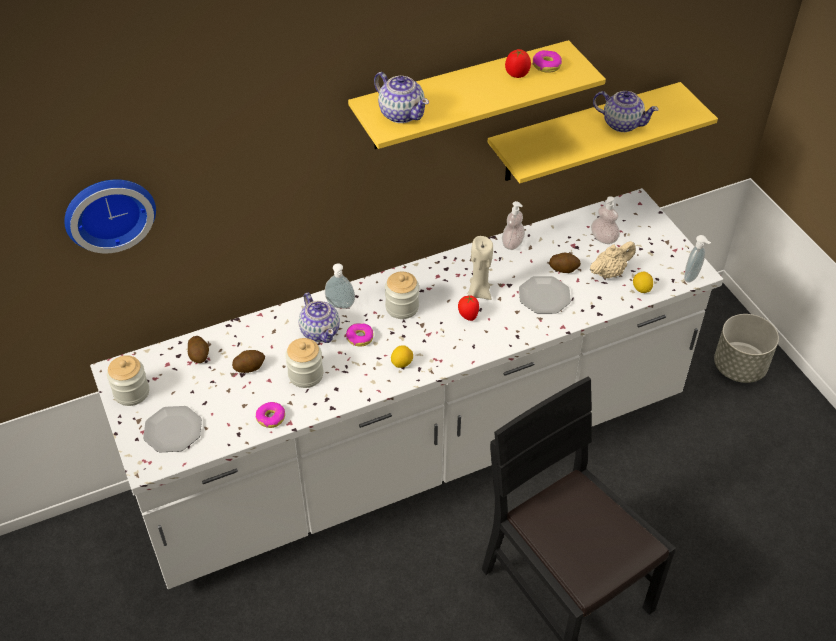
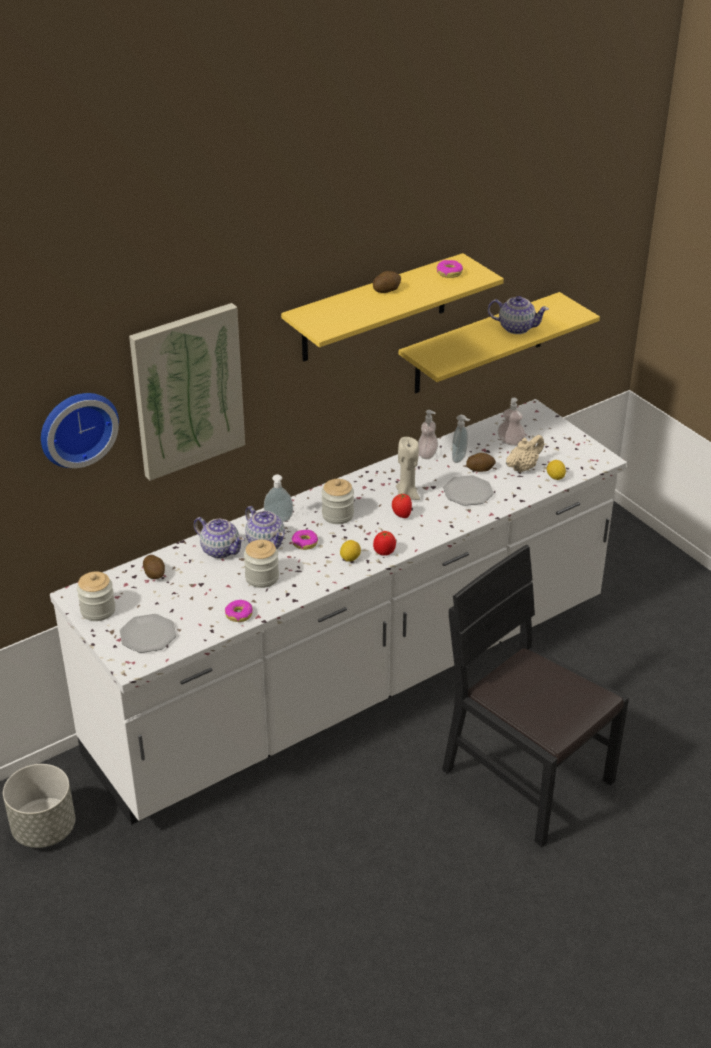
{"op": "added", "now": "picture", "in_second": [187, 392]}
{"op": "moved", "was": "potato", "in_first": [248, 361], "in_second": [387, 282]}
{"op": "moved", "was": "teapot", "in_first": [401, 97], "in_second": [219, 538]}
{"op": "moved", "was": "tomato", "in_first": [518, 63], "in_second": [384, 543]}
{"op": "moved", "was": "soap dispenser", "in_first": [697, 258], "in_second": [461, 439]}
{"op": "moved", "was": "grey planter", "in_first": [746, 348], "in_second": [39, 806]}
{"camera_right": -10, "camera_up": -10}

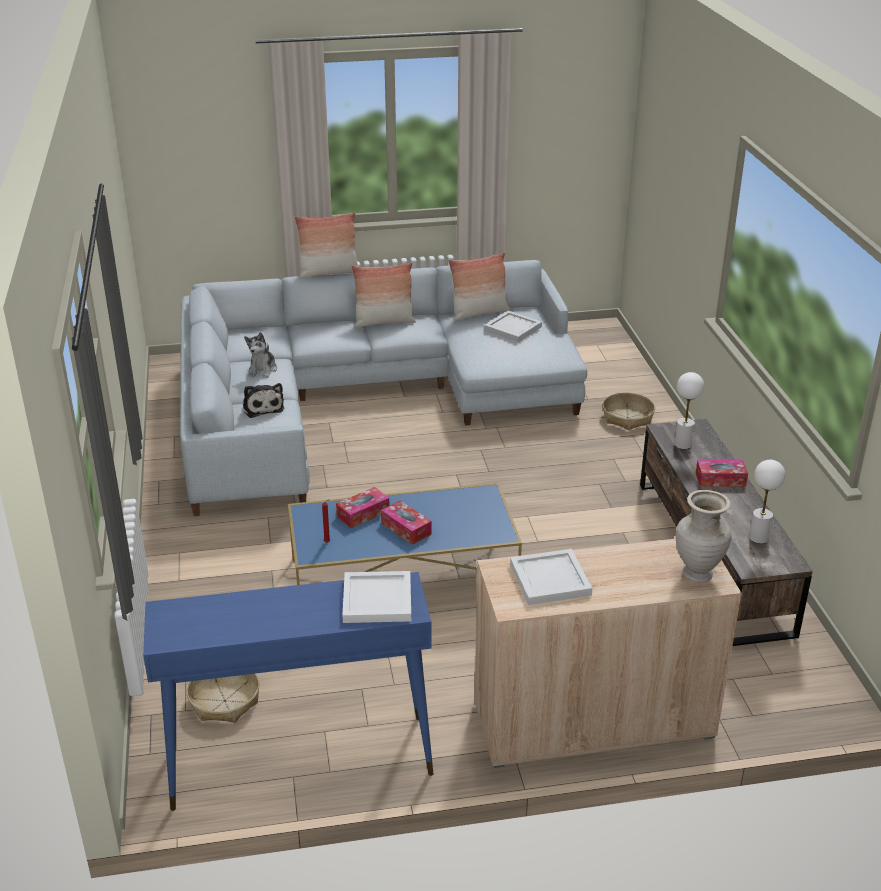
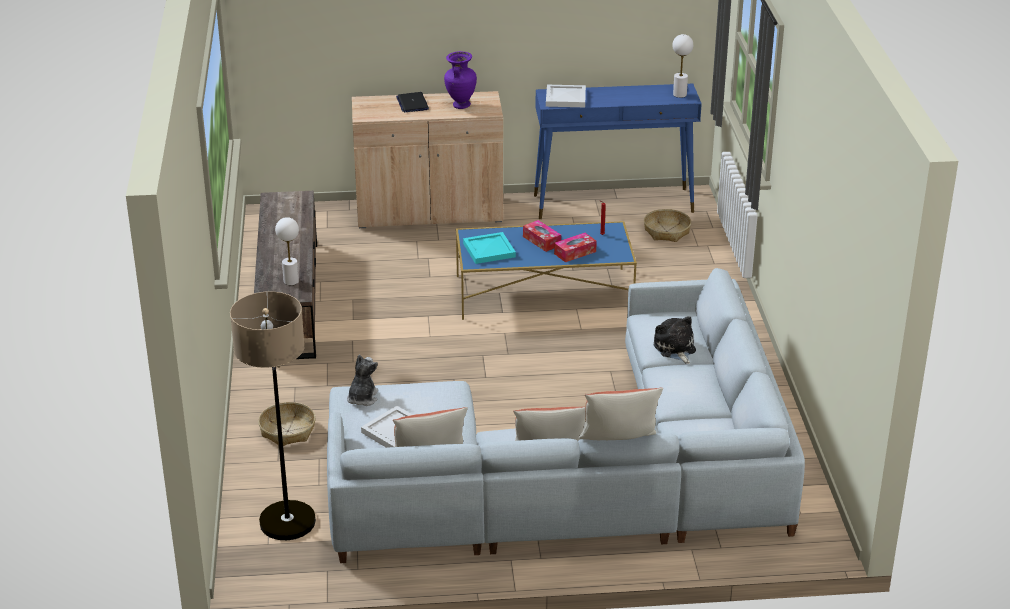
{"op": "removed", "was": "beige vase", "in_first": [704, 536]}
{"op": "removed", "was": "tissue box", "in_first": [722, 473]}
{"op": "added", "now": "floor lamp", "in_second": [273, 416]}
{"op": "added", "now": "laptop", "in_second": [412, 102]}
{"op": "added", "now": "turquoise tray", "in_second": [489, 248]}
{"op": "moved", "was": "plush toy", "in_first": [260, 355], "in_second": [362, 380]}
{"op": "moved", "was": "white table lamp", "in_first": [767, 502], "in_second": [682, 66]}
{"op": "replaced", "was": "white tray", "now": "purple vase", "in_first": [551, 577], "in_second": [460, 80]}
{"camera_right": -175, "camera_up": 0}

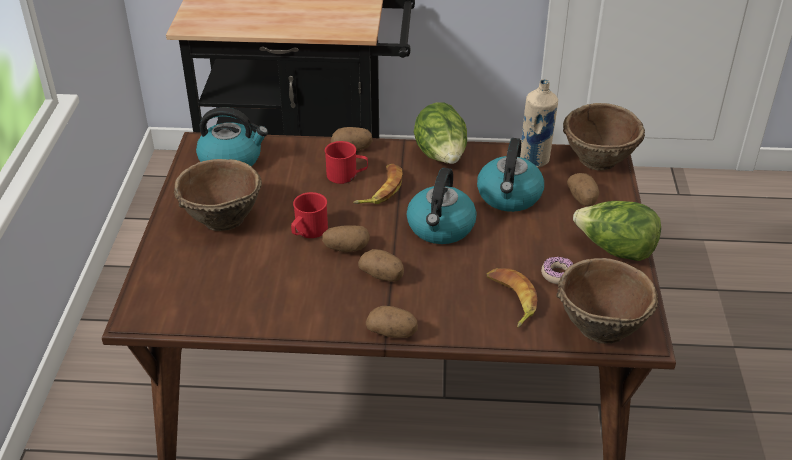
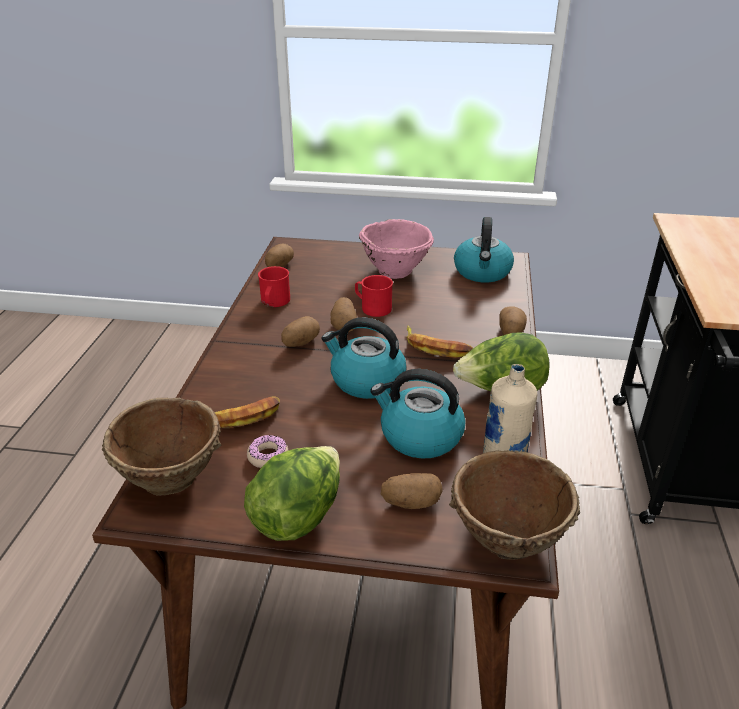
{"op": "moved", "was": "red mug", "in_first": [346, 162], "in_second": [274, 286]}
{"op": "moved", "was": "potato", "in_first": [392, 322], "in_second": [279, 255]}
{"op": "recoloured", "was": "brown bowl", "now": "pink bowl", "in_first": [218, 195], "in_second": [396, 249]}
{"camera_right": 95, "camera_up": -5}

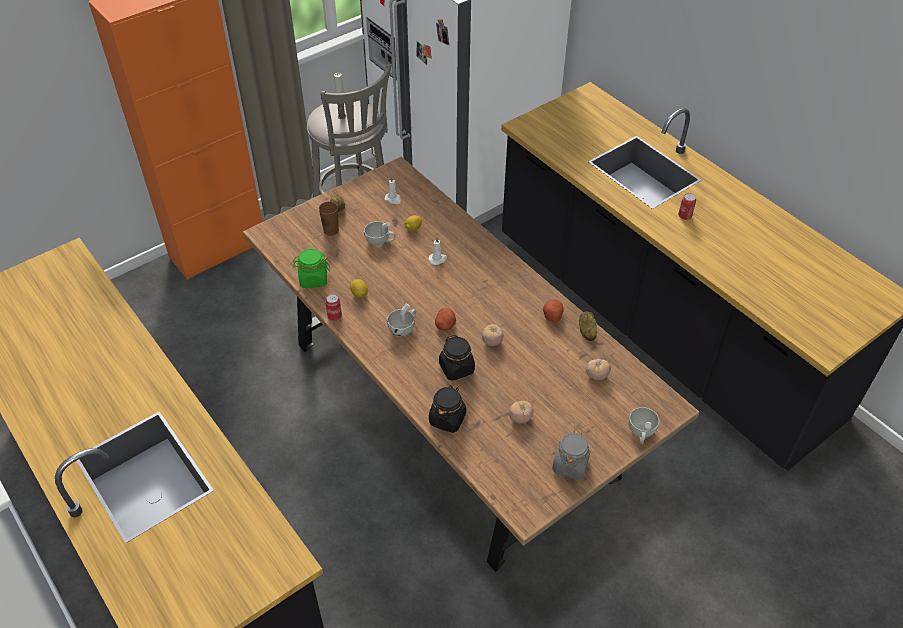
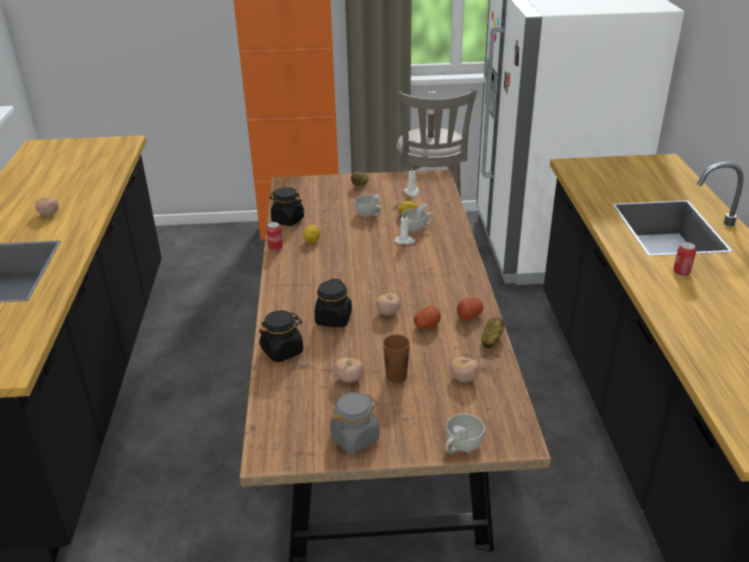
{"op": "added", "now": "tomato", "in_second": [47, 206]}
{"op": "moved", "was": "brown cup", "in_first": [329, 218], "in_second": [396, 358]}
{"op": "moved", "was": "white cup", "in_first": [401, 319], "in_second": [417, 217]}
{"op": "moved", "was": "potato", "in_first": [445, 319], "in_second": [427, 317]}
{"op": "recoloured", "was": "green jar", "now": "black jar", "in_first": [311, 268], "in_second": [287, 206]}
{"camera_right": 35, "camera_up": -15}

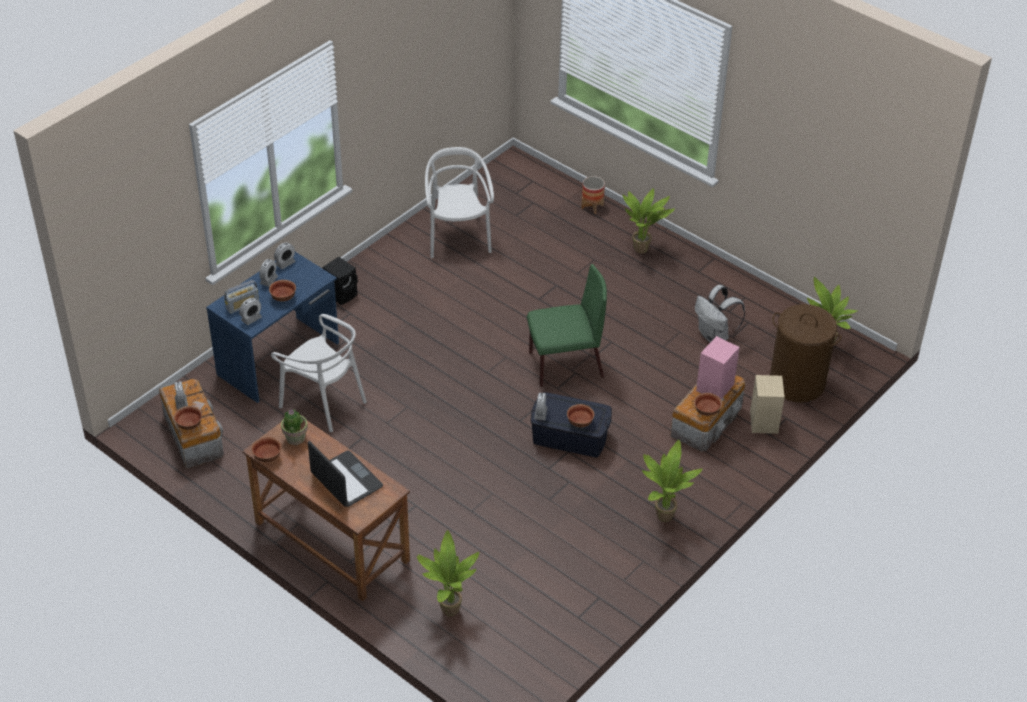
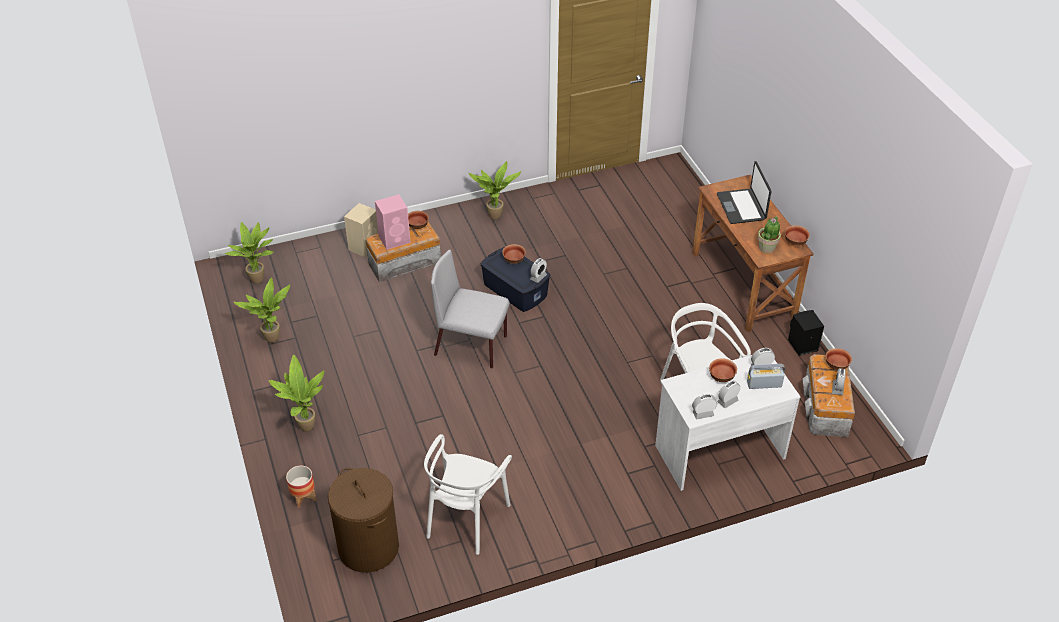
{"op": "removed", "was": "white backpack", "in_first": [720, 313]}
{"op": "moved", "was": "black speaker", "in_first": [340, 281], "in_second": [806, 333]}
{"op": "moved", "was": "potted plant", "in_first": [448, 573], "in_second": [262, 310]}
{"op": "moved", "was": "brown laundry basket", "in_first": [806, 353], "in_second": [363, 520]}
{"op": "recoloured", "was": "blue desk", "now": "white desk", "in_first": [272, 327], "in_second": [727, 423]}
{"op": "recoloured", "was": "green chair", "now": "grey chair", "in_first": [567, 325], "in_second": [470, 309]}
{"camera_right": -150, "camera_up": 0}

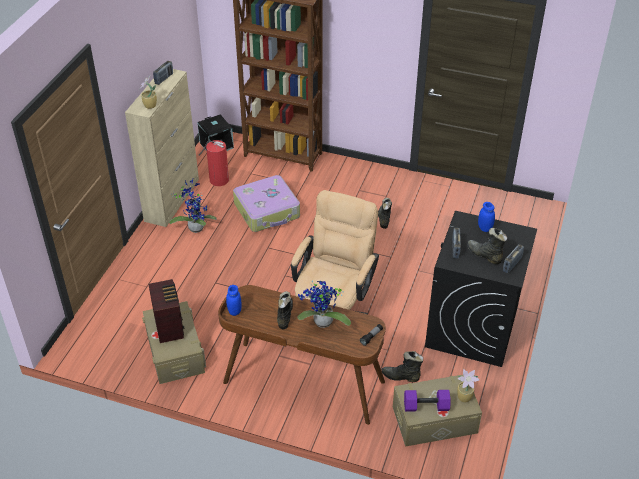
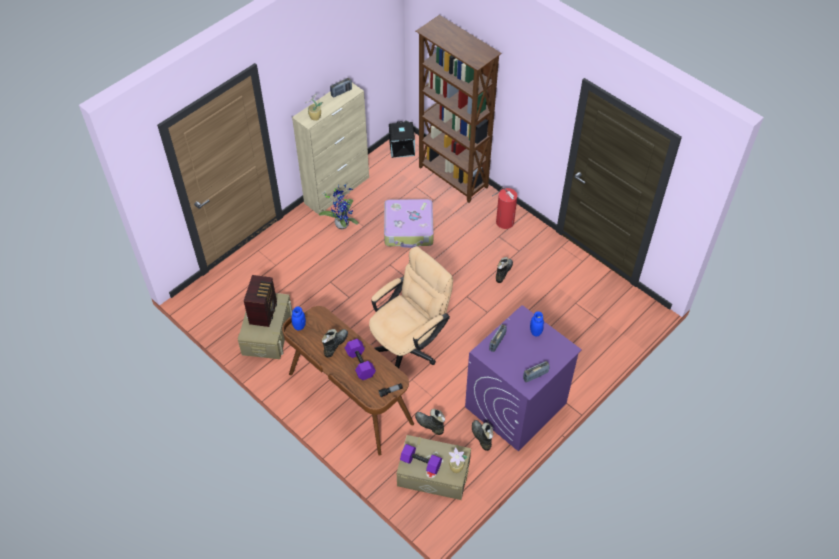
{"op": "moved", "was": "fire extinguisher", "in_first": [214, 163], "in_second": [504, 208]}
{"op": "moved", "was": "black boot", "in_first": [487, 246], "in_second": [482, 435]}
{"op": "replaced", "was": "potted plant", "now": "purple dumbbell", "in_first": [324, 304], "in_second": [360, 359]}
{"op": "recoloured", "was": "black washing machine", "now": "purple washing machine", "in_first": [481, 289], "in_second": [523, 378]}
{"camera_right": 25, "camera_up": 10}

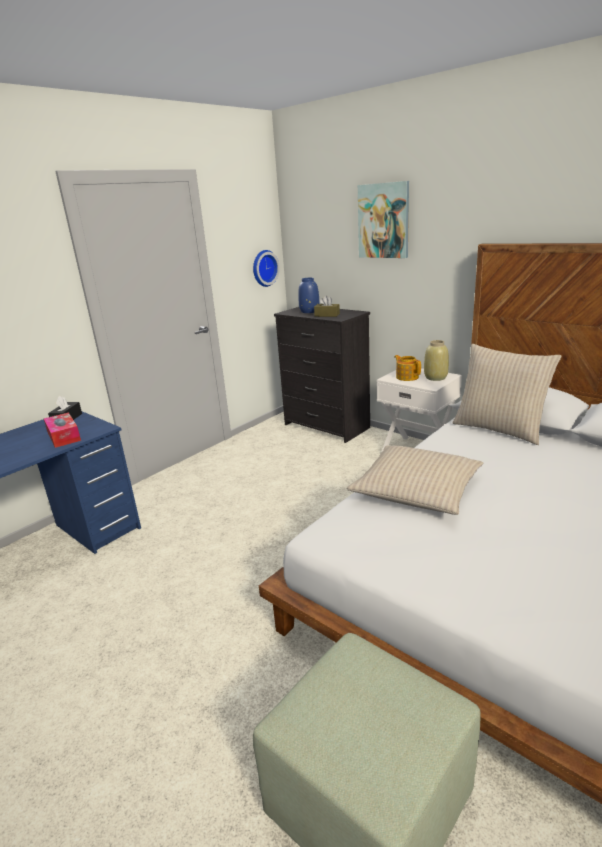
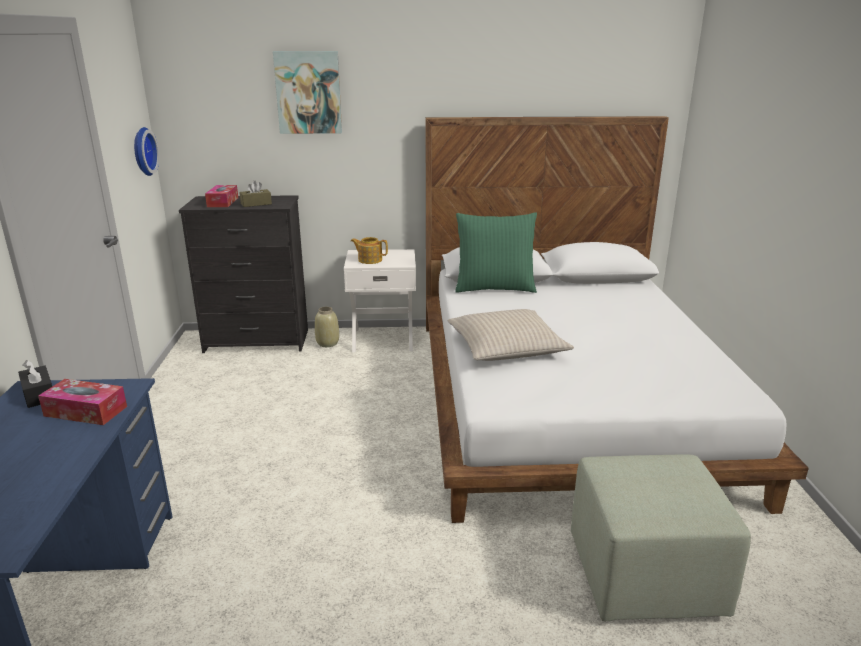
{"op": "moved", "was": "beige vase", "in_first": [436, 360], "in_second": [327, 327]}
{"op": "replaced", "was": "blue vase", "now": "tissue box", "in_first": [309, 295], "in_second": [221, 196]}
{"op": "recoloured", "was": "beige pillow", "now": "green pillow", "in_first": [507, 394], "in_second": [496, 252]}
{"camera_right": -45, "camera_up": 0}

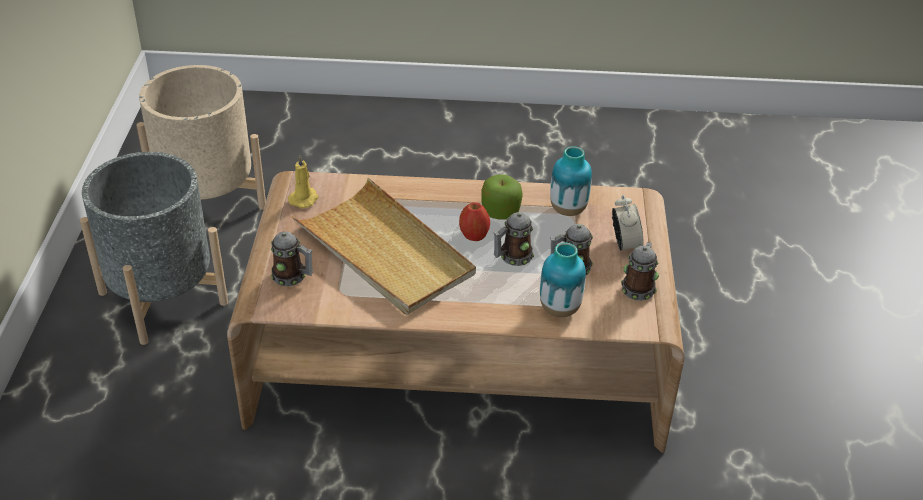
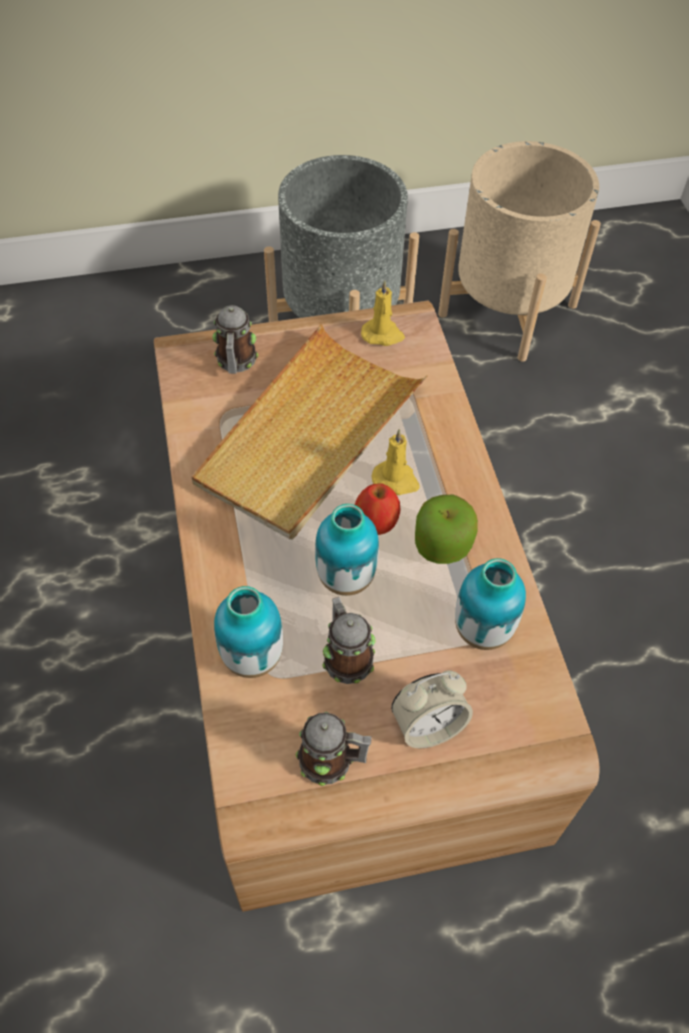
{"op": "added", "now": "yellow candle", "in_second": [396, 462]}
{"op": "replaced", "was": "mug", "now": "vase", "in_first": [514, 239], "in_second": [347, 550]}
{"camera_right": 75, "camera_up": 15}

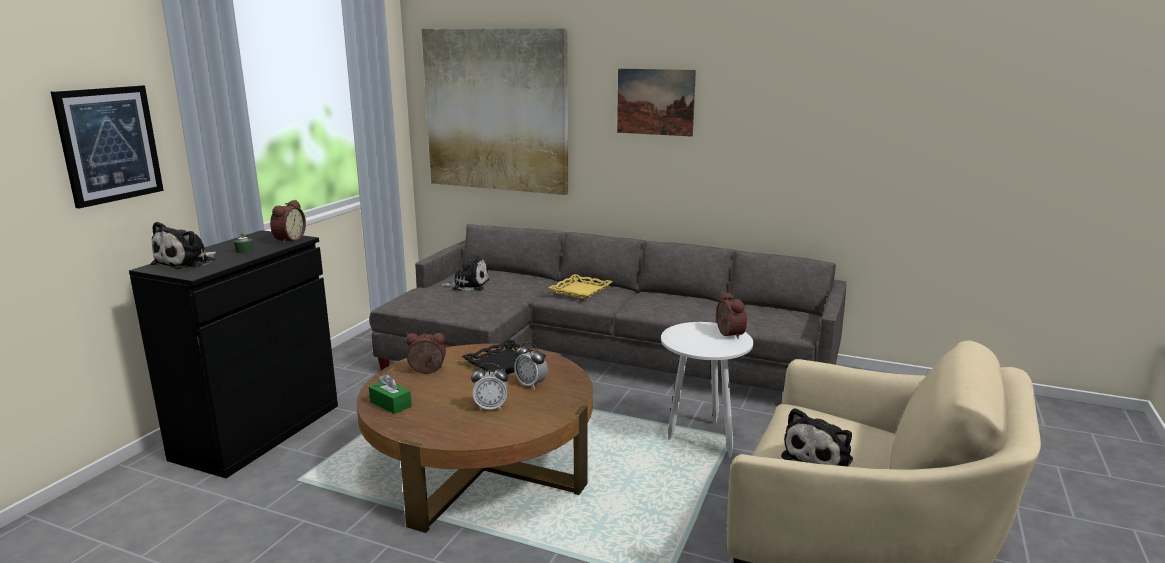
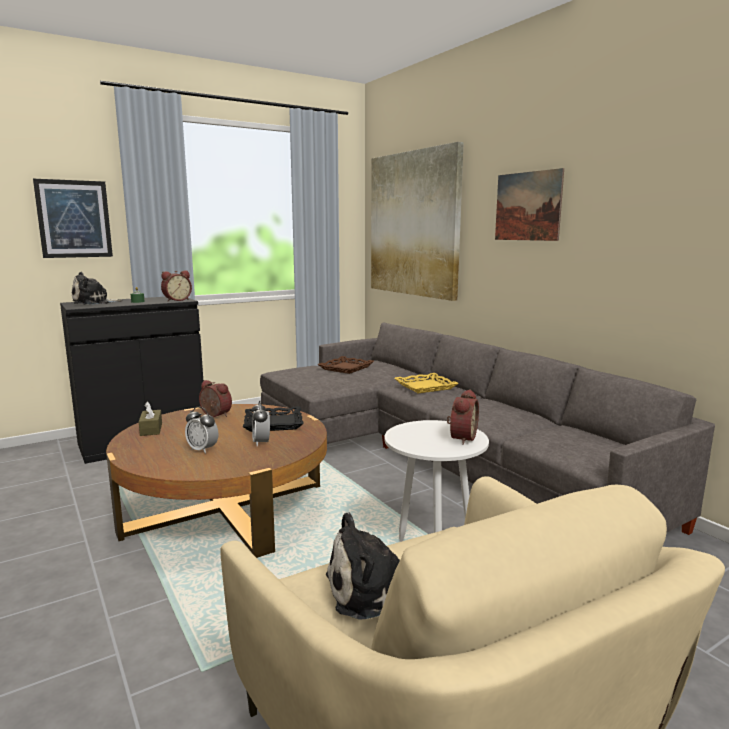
{"op": "replaced", "was": "plush toy", "now": "brown tray", "in_first": [464, 273], "in_second": [346, 365]}
{"op": "recoloured", "was": "green tissue box", "now": "brown tissue box", "in_first": [390, 393], "in_second": [150, 419]}
{"camera_right": 35, "camera_up": -5}

